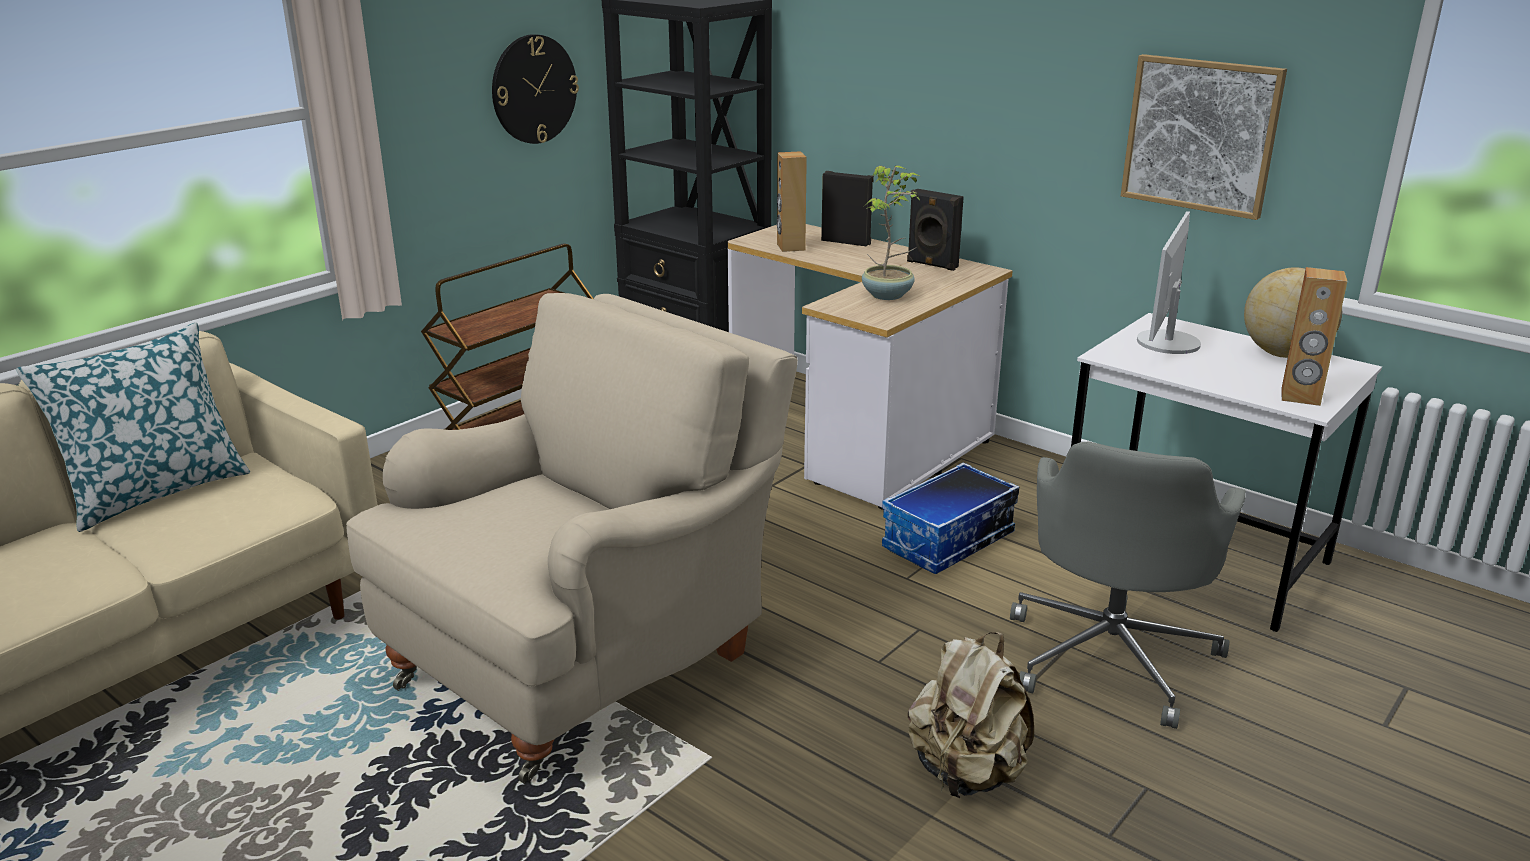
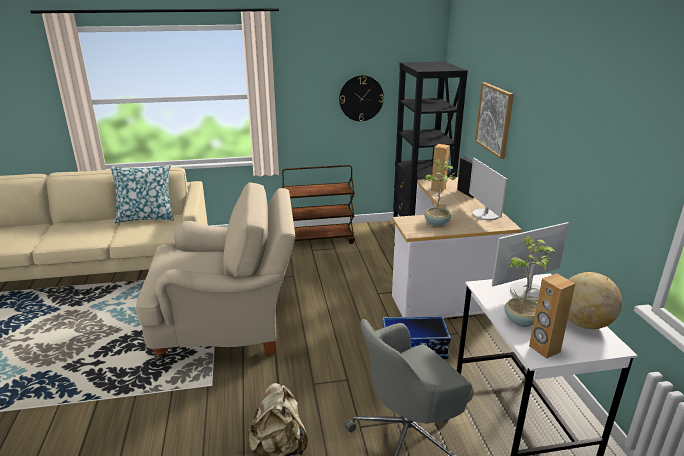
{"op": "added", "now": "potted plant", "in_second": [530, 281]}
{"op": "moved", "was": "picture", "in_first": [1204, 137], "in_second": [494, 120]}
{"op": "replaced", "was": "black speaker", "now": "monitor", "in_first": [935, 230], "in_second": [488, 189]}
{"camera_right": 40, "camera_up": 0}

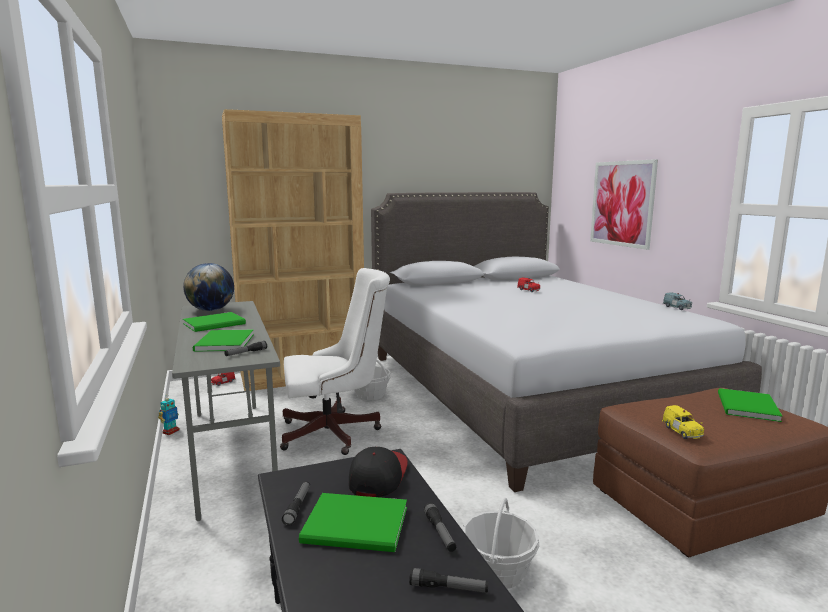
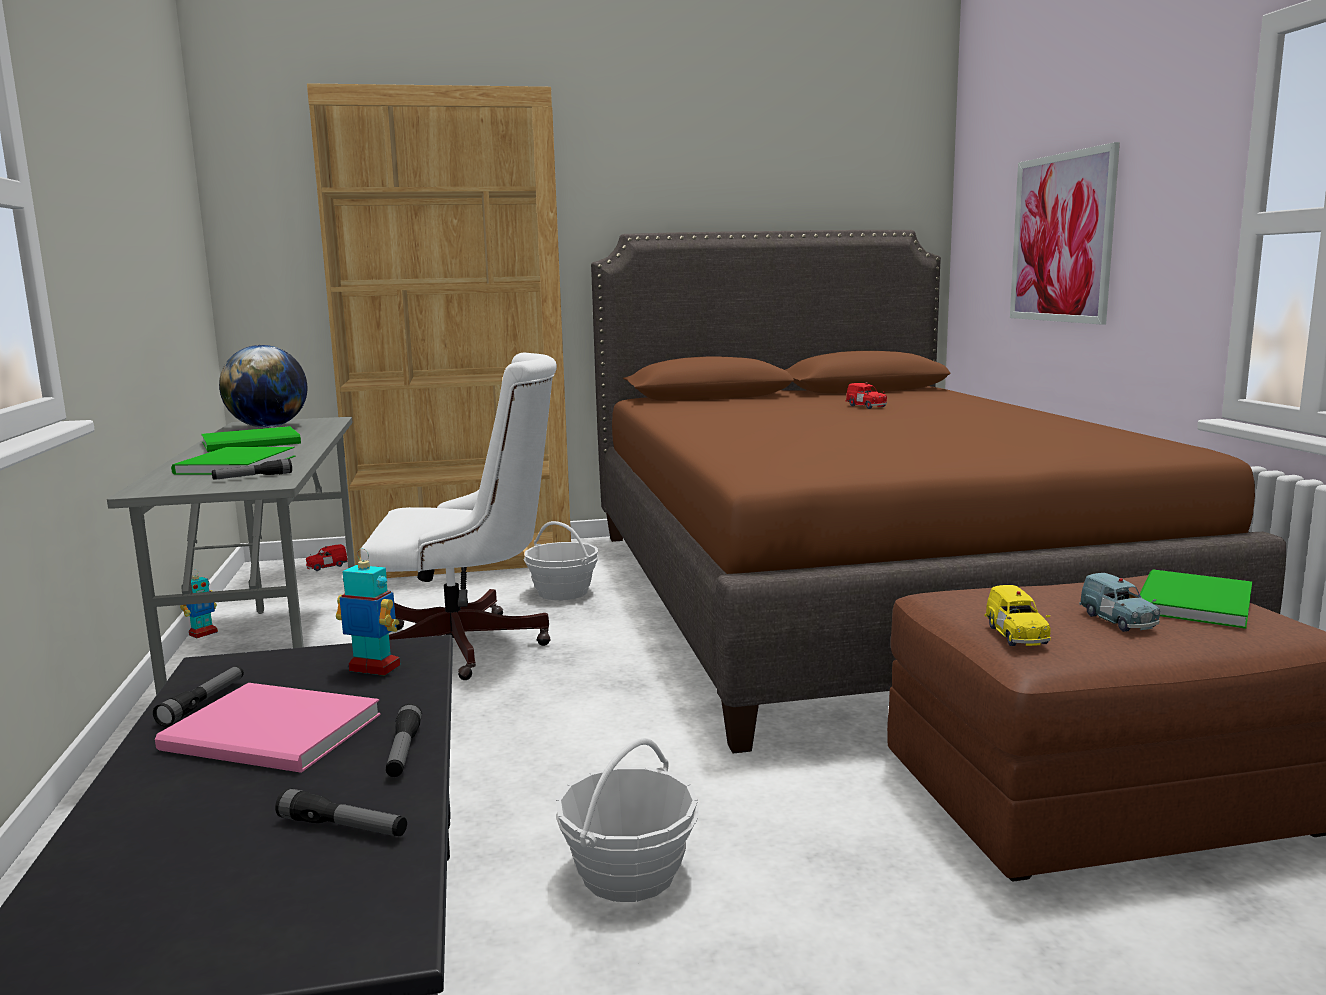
{"op": "moved", "was": "blue toy car", "in_first": [677, 301], "in_second": [1119, 602]}
{"op": "replaced", "was": "cap", "now": "toy robot", "in_first": [378, 472], "in_second": [368, 612]}
{"op": "recoloured", "was": "green book", "now": "pink book", "in_first": [353, 522], "in_second": [268, 728]}
{"op": "recoloured", "was": "grey bed", "now": "brown bed", "in_first": [566, 342], "in_second": [938, 492]}
{"camera_right": 10, "camera_up": 0}

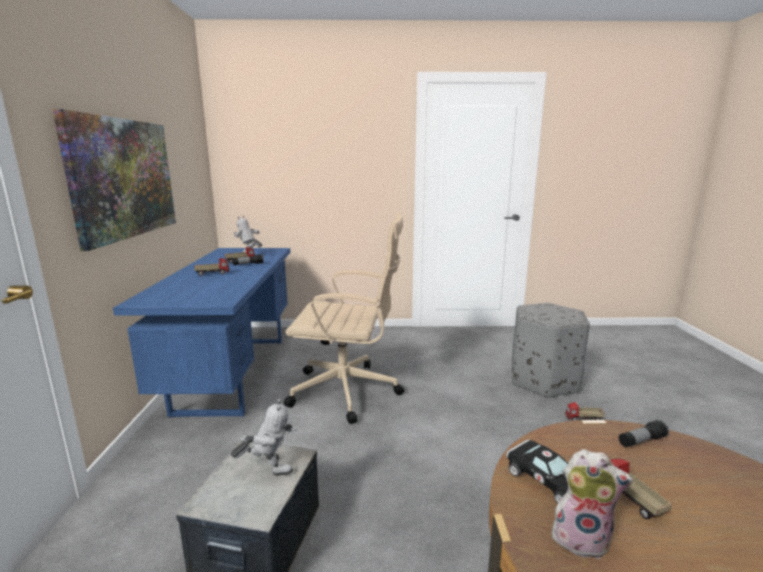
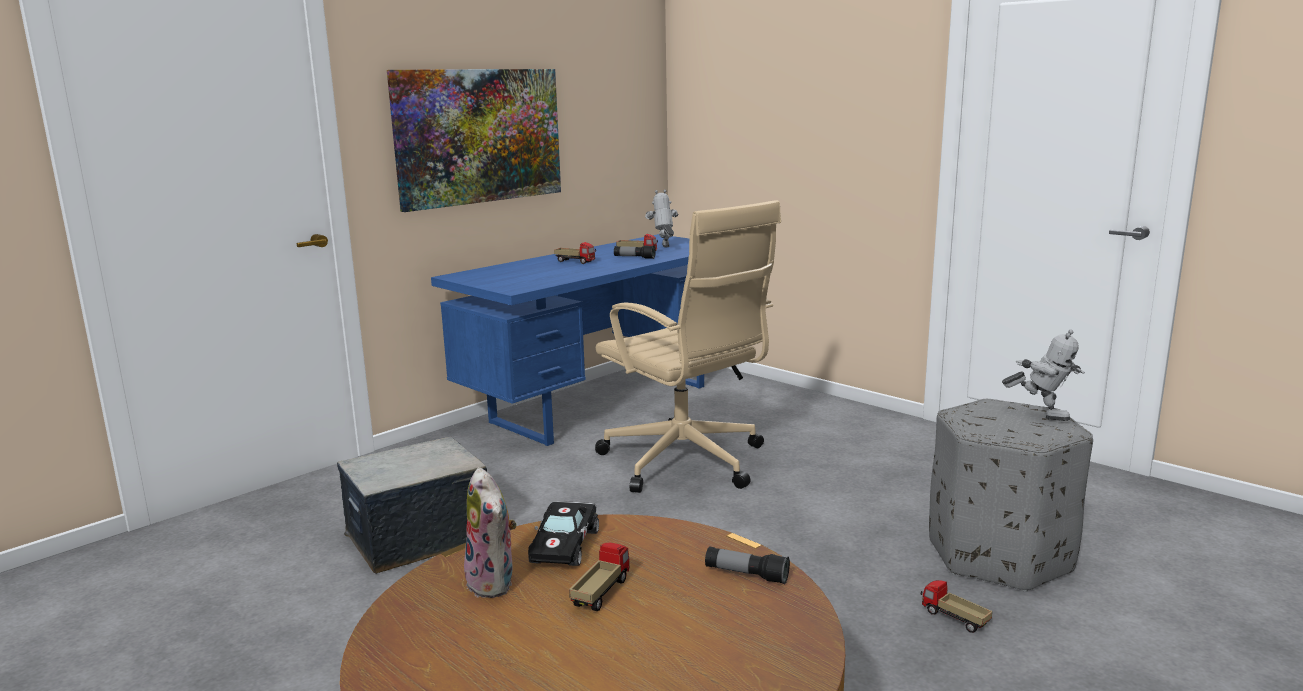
{"op": "moved", "was": "toy robot", "in_first": [263, 437], "in_second": [1043, 375]}
{"camera_right": 45, "camera_up": 0}

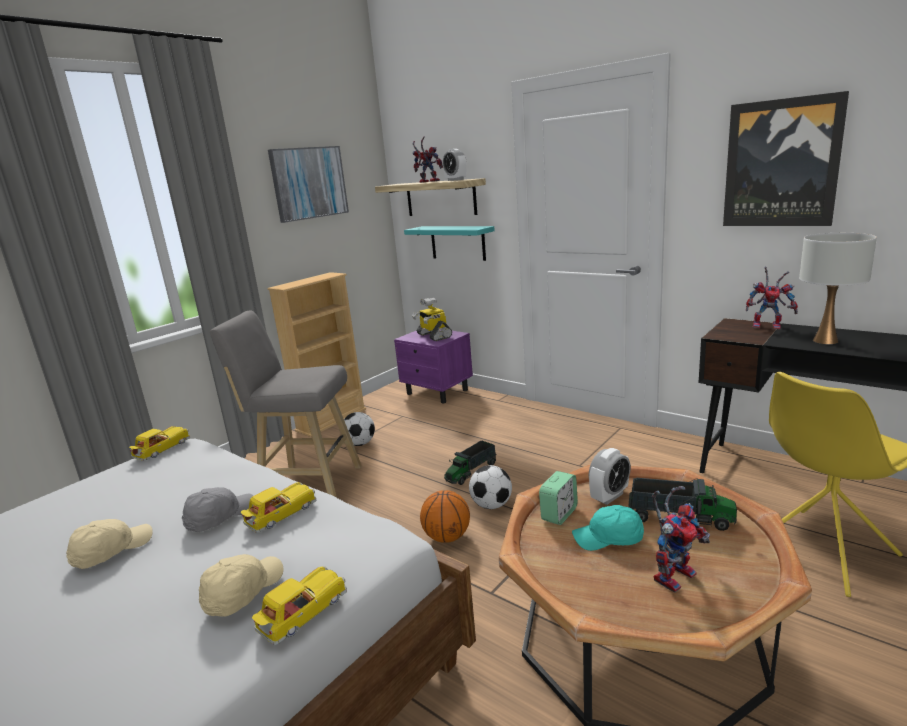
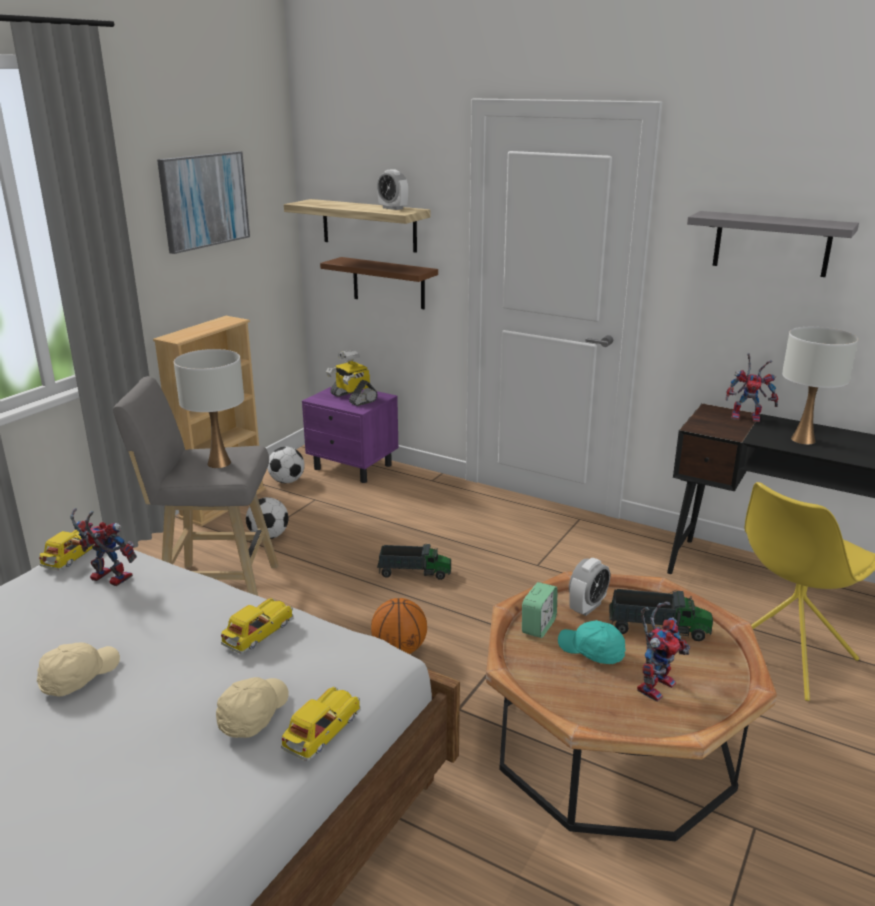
{"op": "removed", "was": "grey cap", "in_first": [217, 509]}
{"op": "added", "now": "white table lamp", "in_second": [209, 408]}
{"op": "moved", "was": "toy robot", "in_first": [427, 160], "in_second": [103, 547]}
{"op": "moved", "was": "football", "in_first": [490, 487], "in_second": [286, 465]}
{"op": "replaced", "was": "picture", "now": "grey shelf", "in_first": [786, 158], "in_second": [773, 244]}
{"op": "recoloured", "was": "turquoise shelf", "now": "brown shelf", "in_first": [449, 243], "in_second": [379, 283]}
{"op": "turned", "was": "toy truck", "in_first": [470, 463], "in_second": [414, 562], "clockwise": -120}
{"op": "turned", "was": "turquoise cap", "in_first": [608, 528], "in_second": [592, 642], "clockwise": 45}
{"camera_right": -10, "camera_up": 5}

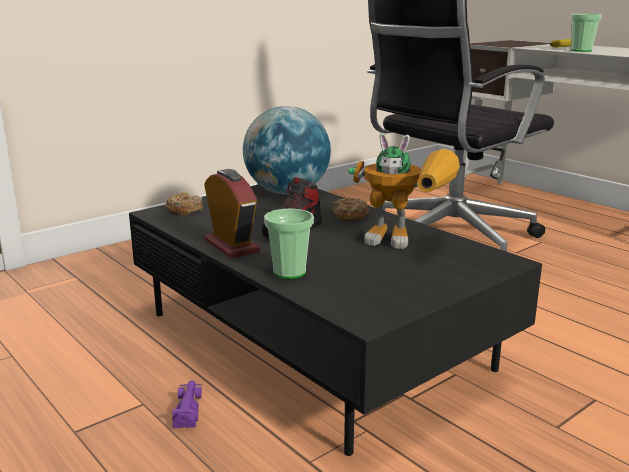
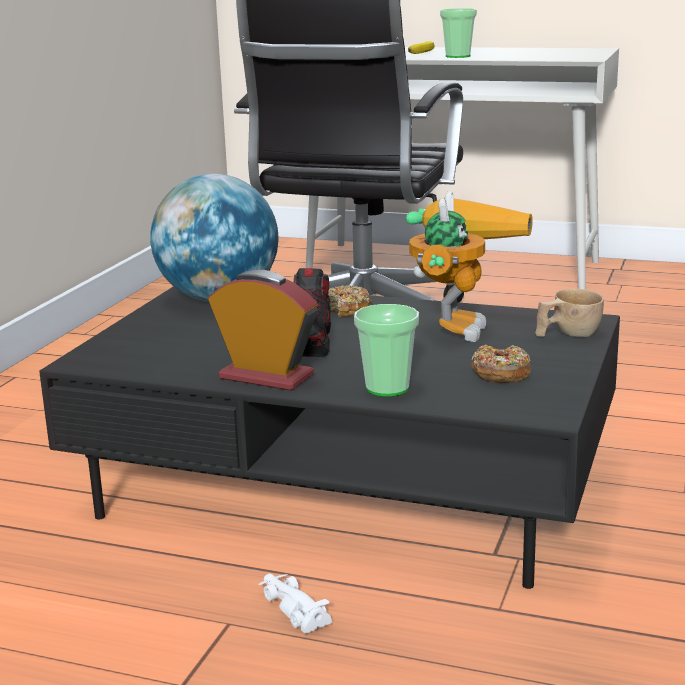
{"op": "added", "now": "beige cup", "in_second": [569, 313]}
{"op": "moved", "was": "donut", "in_first": [184, 203], "in_second": [501, 364]}
{"op": "recoloured", "was": "purple toy car", "now": "white toy car", "in_first": [187, 404], "in_second": [295, 604]}
{"op": "turned", "was": "toy robot", "in_first": [404, 191], "in_second": [469, 266], "clockwise": -60}
{"camera_right": -30, "camera_up": 0}

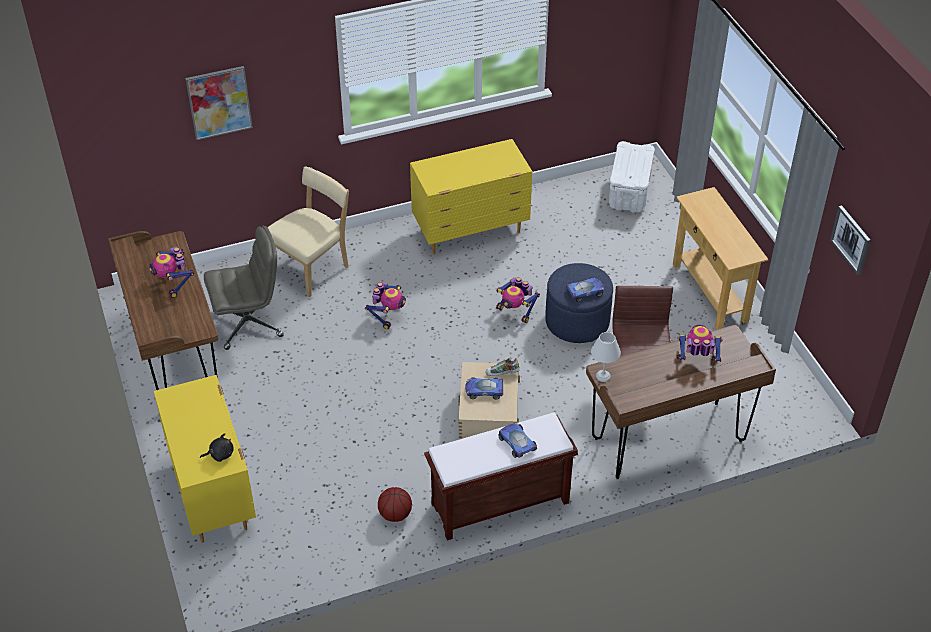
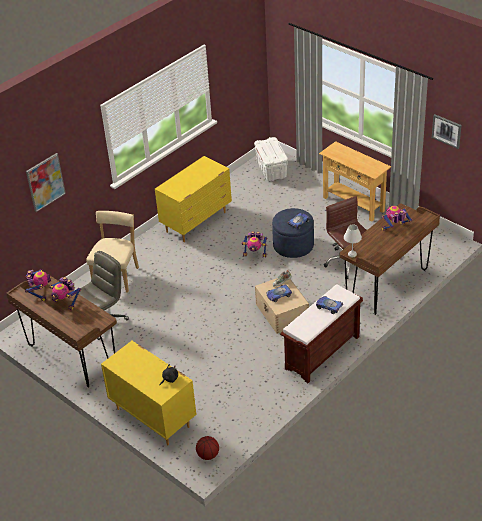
{"op": "moved", "was": "toy robot", "in_first": [385, 305], "in_second": [38, 285]}
{"op": "moved", "was": "basketball", "in_first": [395, 504], "in_second": [207, 448]}
{"camera_right": -25, "camera_up": -5}

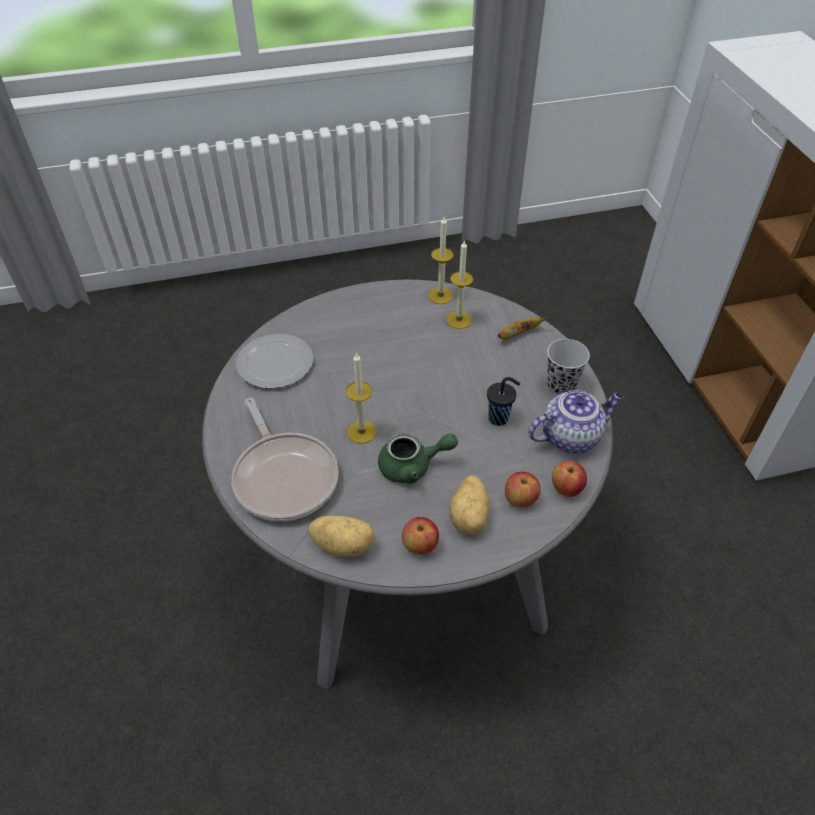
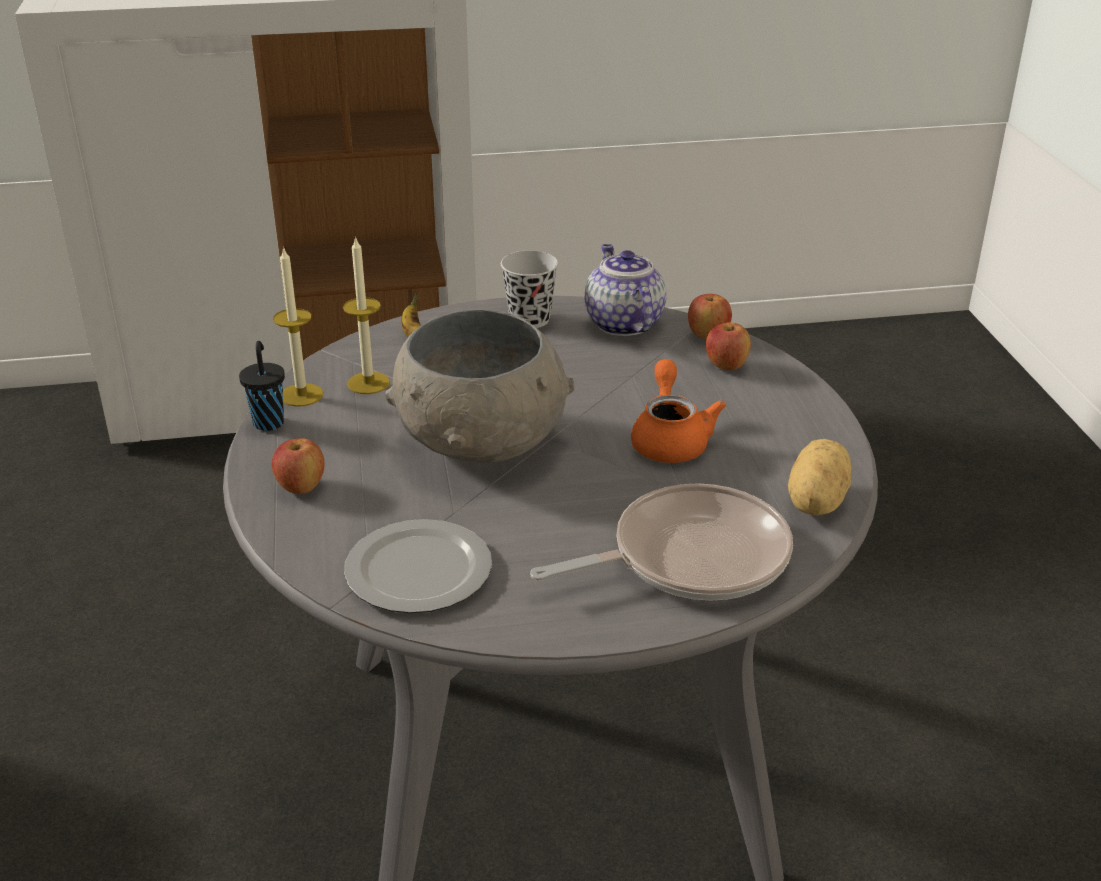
{"op": "removed", "was": "candle", "in_first": [361, 398]}
{"op": "removed", "was": "potato", "in_first": [469, 505]}
{"op": "added", "now": "grey bowl", "in_second": [479, 386]}
{"op": "moved", "was": "apple", "in_first": [420, 535], "in_second": [298, 466]}
{"op": "moved", "was": "black cup", "in_first": [503, 401], "in_second": [262, 386]}
{"op": "recoloured", "was": "green teapot", "now": "orange teapot", "in_first": [418, 458], "in_second": [678, 411]}
{"camera_right": -85, "camera_up": -15}

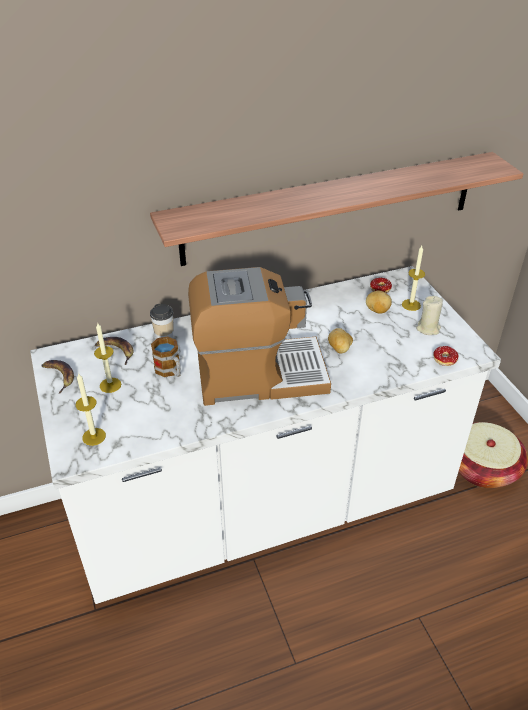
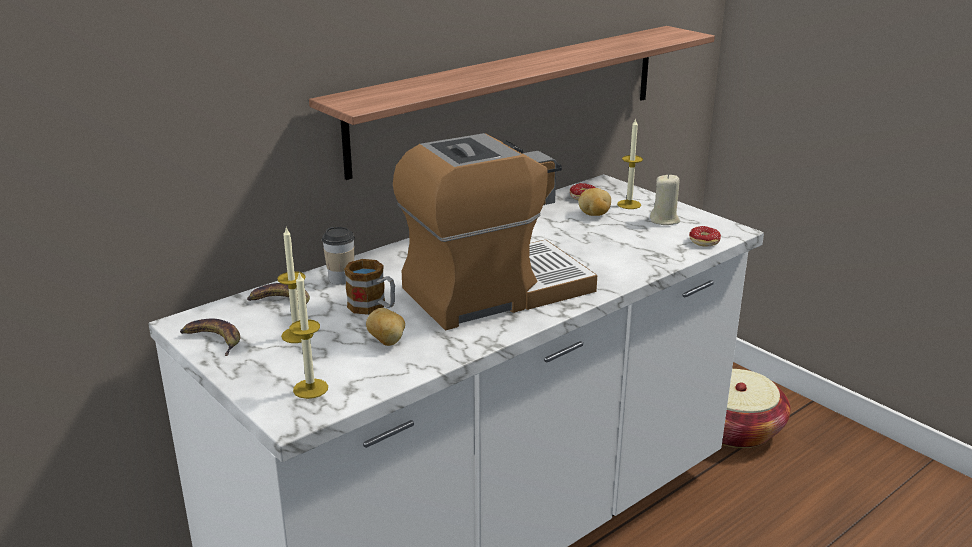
{"op": "moved", "was": "potato", "in_first": [340, 340], "in_second": [385, 327]}
{"camera_right": -20, "camera_up": -15}

